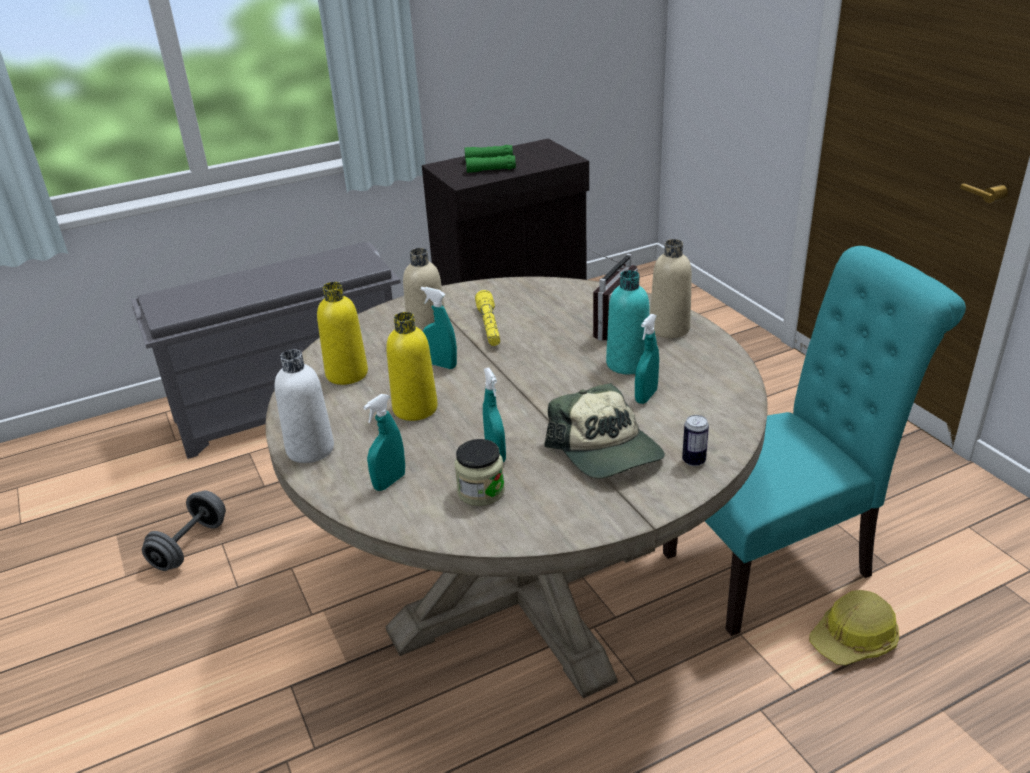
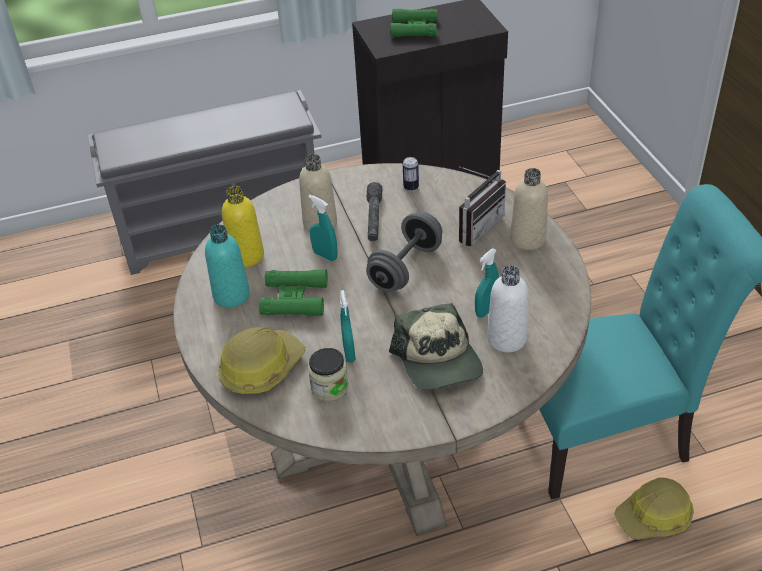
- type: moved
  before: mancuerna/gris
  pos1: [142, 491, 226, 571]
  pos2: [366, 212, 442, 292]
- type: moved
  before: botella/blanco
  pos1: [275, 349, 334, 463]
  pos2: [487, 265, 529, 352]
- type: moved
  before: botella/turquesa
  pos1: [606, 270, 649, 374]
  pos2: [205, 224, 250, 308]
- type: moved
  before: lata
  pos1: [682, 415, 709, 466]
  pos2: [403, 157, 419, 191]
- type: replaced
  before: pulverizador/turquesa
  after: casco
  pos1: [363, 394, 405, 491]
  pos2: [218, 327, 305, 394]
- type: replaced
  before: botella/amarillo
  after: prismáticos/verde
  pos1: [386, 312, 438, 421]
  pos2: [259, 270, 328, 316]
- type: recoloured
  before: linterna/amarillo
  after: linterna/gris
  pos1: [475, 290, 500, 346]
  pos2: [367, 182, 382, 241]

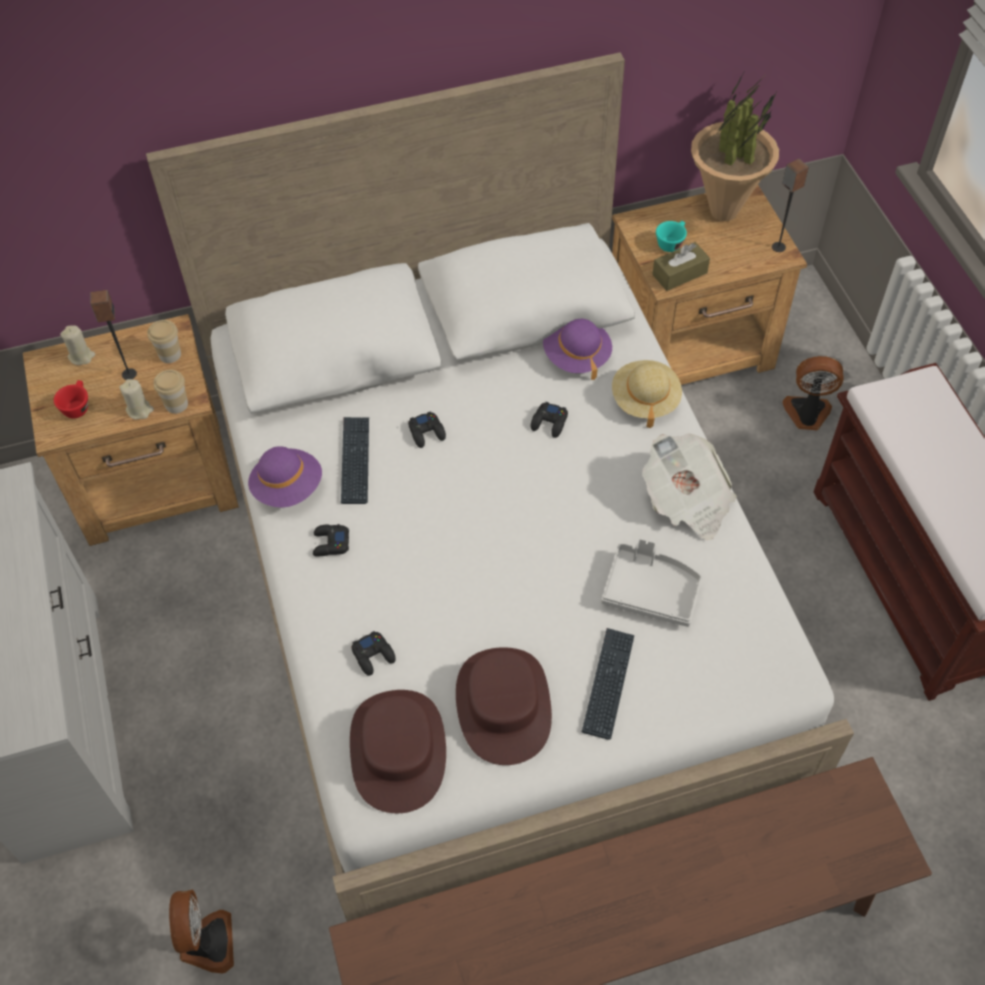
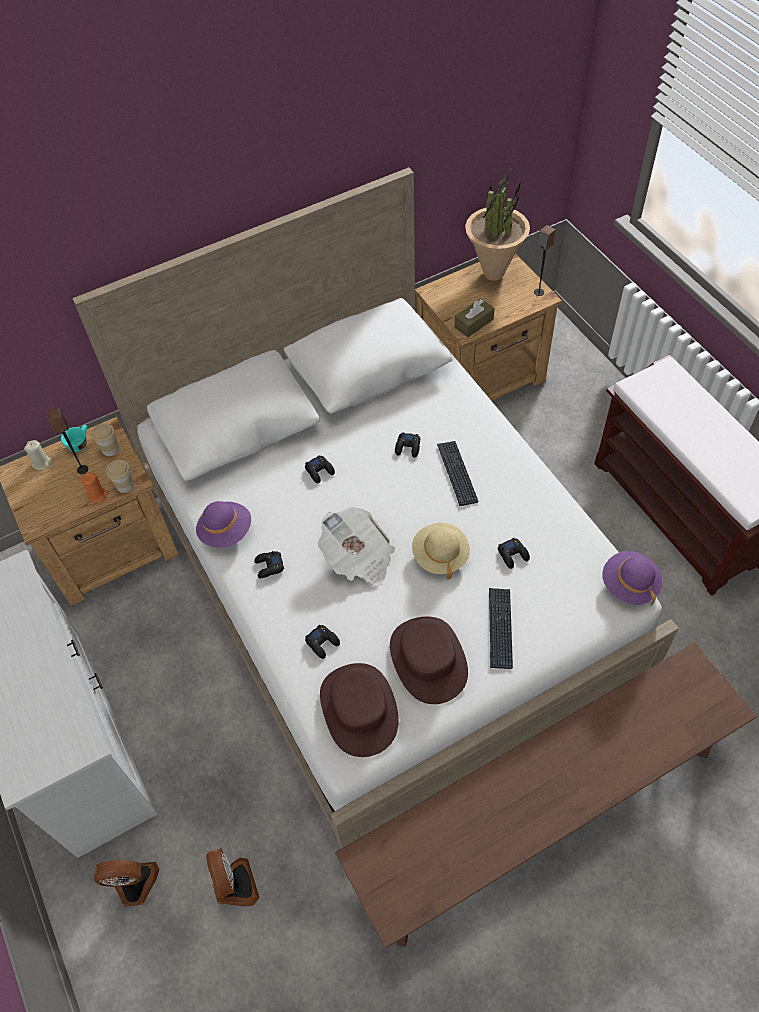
- type: removed
  before: taza/rojo
  pos1: [54, 380, 88, 418]
- type: moved
  before: teclado
  pos1: [341, 417, 369, 504]
  pos2: [437, 441, 479, 506]
- type: moved
  before: sombrero/morado
  pos1: [543, 319, 612, 380]
  pos2: [602, 551, 663, 606]
- type: moved
  before: sombrero/beis
  pos1: [612, 360, 682, 428]
  pos2: [412, 523, 470, 580]
- type: moved
  before: periódico
  pos1: [642, 433, 737, 540]
  pos2: [318, 507, 395, 587]
- type: moved
  before: taza/turquesa
  pos1: [656, 221, 687, 252]
  pos2: [61, 425, 87, 452]
- type: moved
  before: ventilador
  pos1: [782, 356, 844, 430]
  pos2: [94, 860, 159, 906]
- type: replaced
  before: bandeja/gris
  after: mando de consola/negro
  pos1: [601, 538, 702, 627]
  pos2: [498, 538, 530, 569]
- type: recoloured
  before: vela/beis
  after: vela/naranja
  pos1: [119, 379, 154, 420]
  pos2: [81, 473, 109, 503]

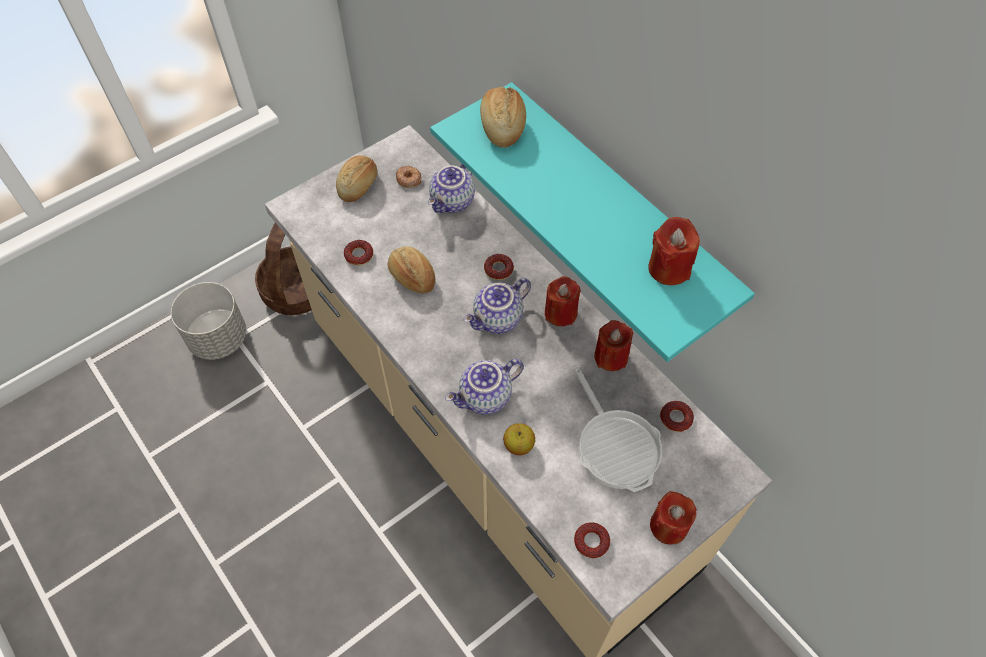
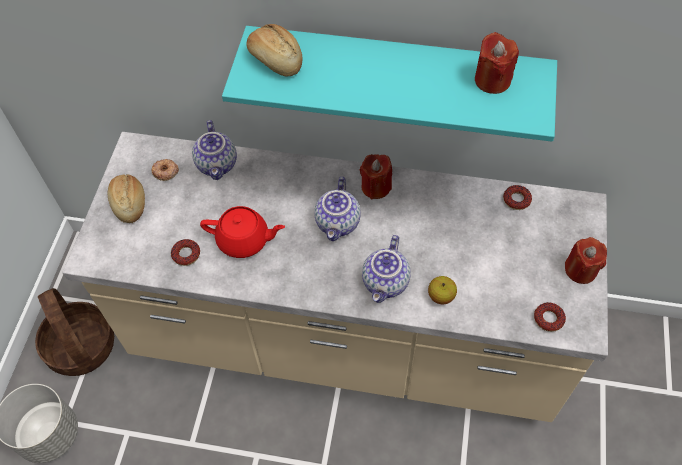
- type: removed
  before: rosquilla
  pos1: [484, 254, 514, 280]
- type: removed
  before: sartén
  pos1: [573, 367, 662, 492]
- type: removed
  before: vela/rojo
  pos1: [594, 320, 634, 371]
- type: replaced
  before: pan
  after: tetera/rojo
  pos1: [388, 247, 435, 293]
  pos2: [200, 206, 285, 258]

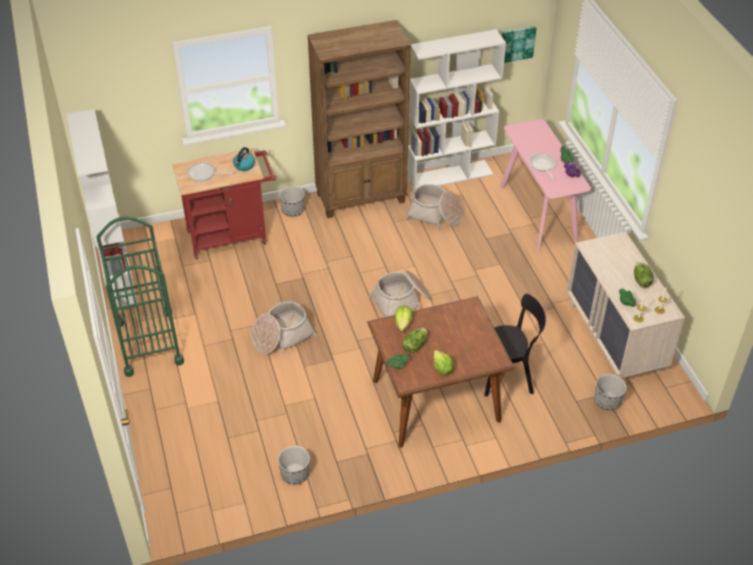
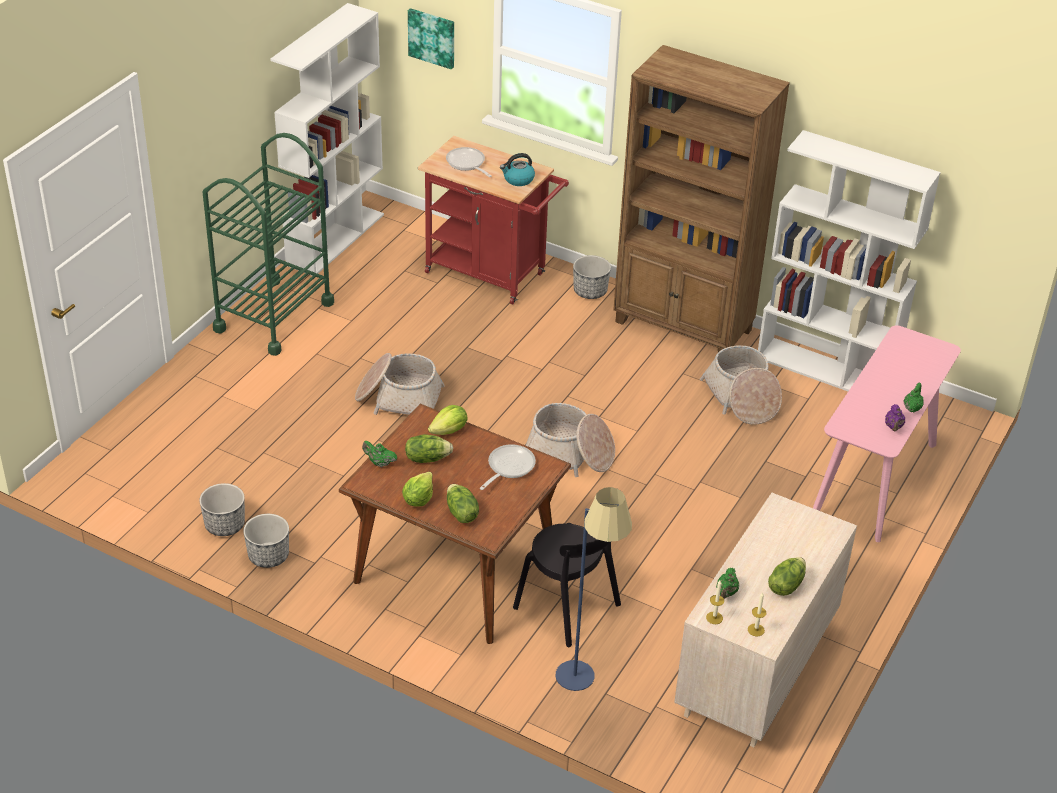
- type: added
  after: lechuga
  pos2: [447, 484, 479, 523]
- type: added
  after: lámpara de pie/azul
  pos2: [556, 487, 632, 691]
- type: moved
  before: cuadro
  pos1: [502, 26, 536, 63]
  pos2: [408, 8, 454, 69]
- type: moved
  before: sartén
  pos1: [529, 153, 556, 180]
  pos2: [480, 444, 536, 490]
- type: moved
  before: maceta
  pos1: [594, 374, 627, 410]
  pos2: [243, 514, 289, 568]

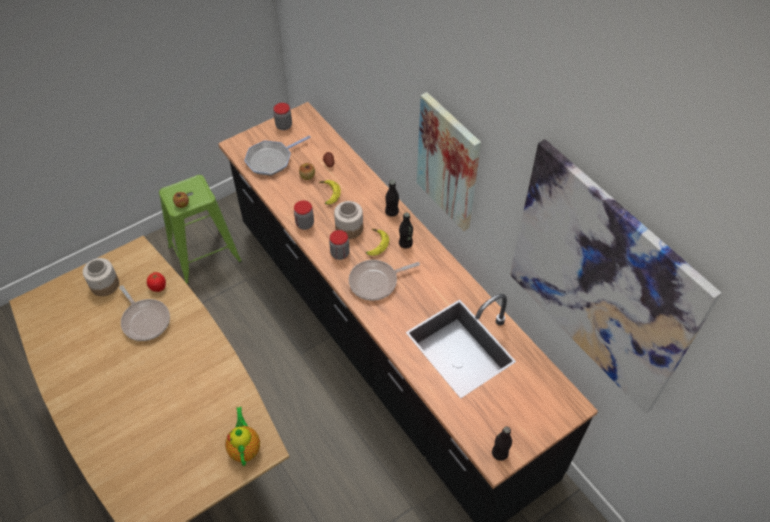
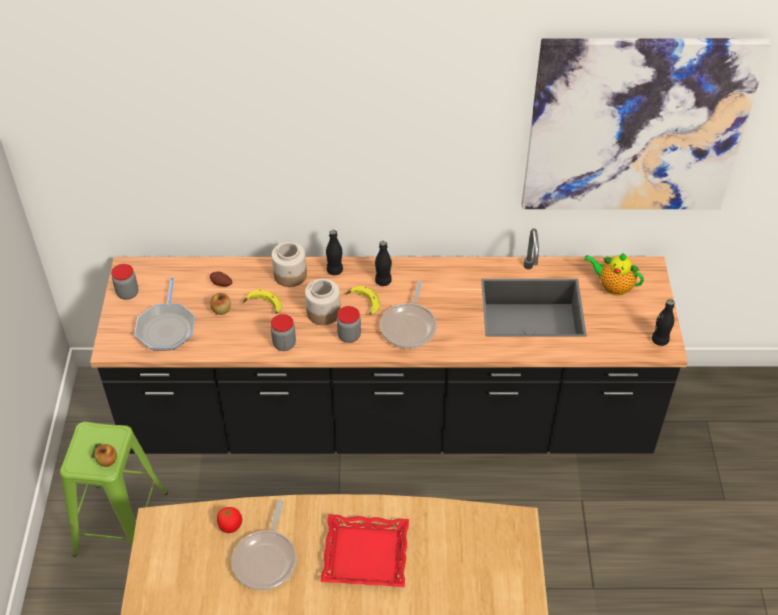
- type: removed
  before: cuadro
  pos1: [417, 92, 481, 231]
- type: added
  after: bandeja/rojo
  pos2: [320, 514, 409, 587]
- type: moved
  before: tarro
  pos1: [83, 258, 119, 296]
  pos2: [272, 242, 307, 287]
- type: moved
  before: tetera
  pos1: [225, 406, 260, 466]
  pos2: [584, 252, 644, 296]
- type: turned
  before: sartén
  pos1: [119, 285, 170, 341]
  pos2: [231, 500, 297, 590]
  turn: 105

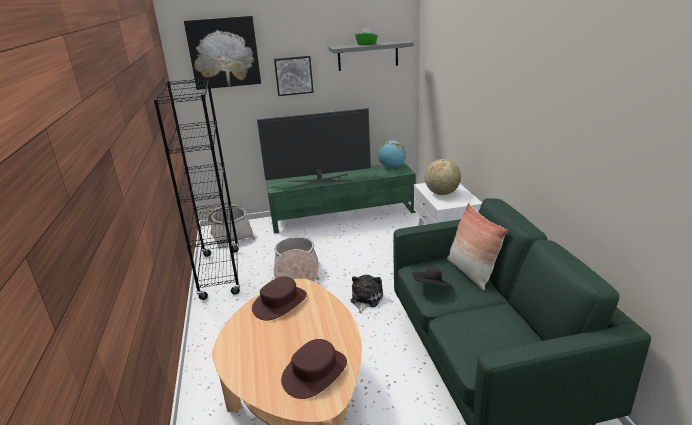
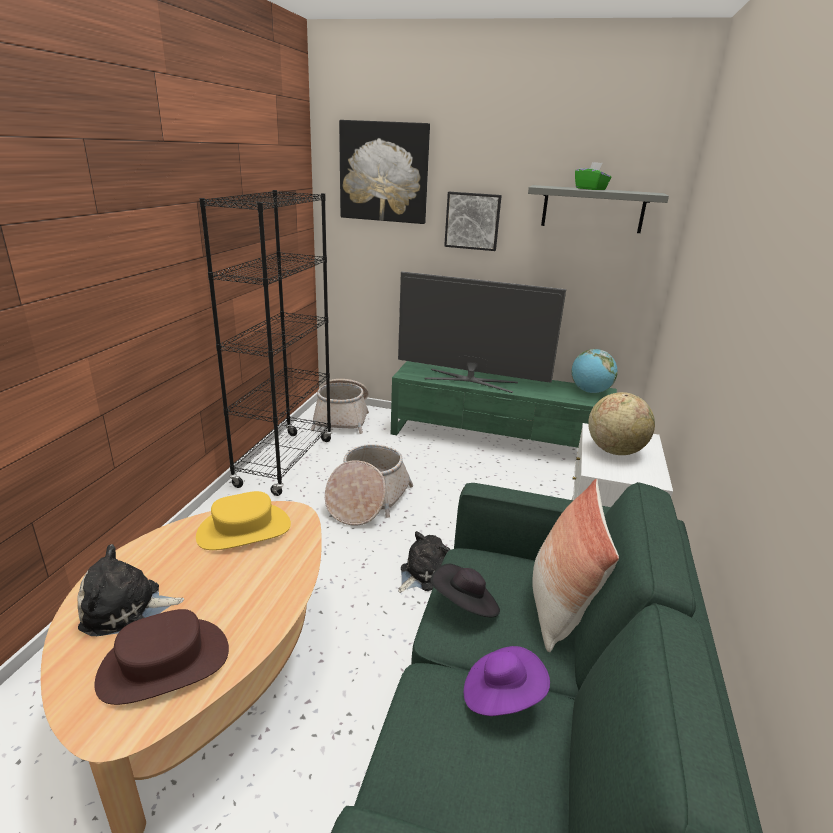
- type: added
  after: peluche
  pos2: [77, 544, 184, 636]
- type: added
  after: sombrero/morado
  pos2: [464, 646, 550, 716]
- type: recoloured
  before: sombrero/marrón
  after: sombrero/amarillo
  pos1: [252, 276, 307, 321]
  pos2: [196, 491, 291, 550]

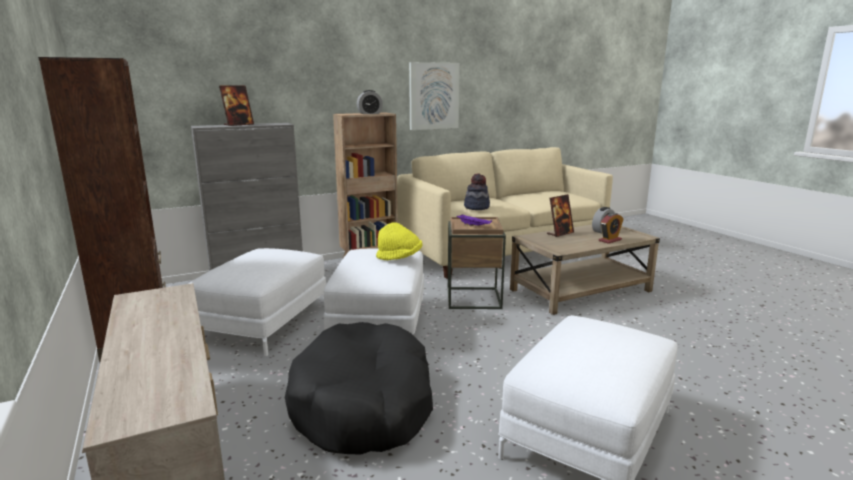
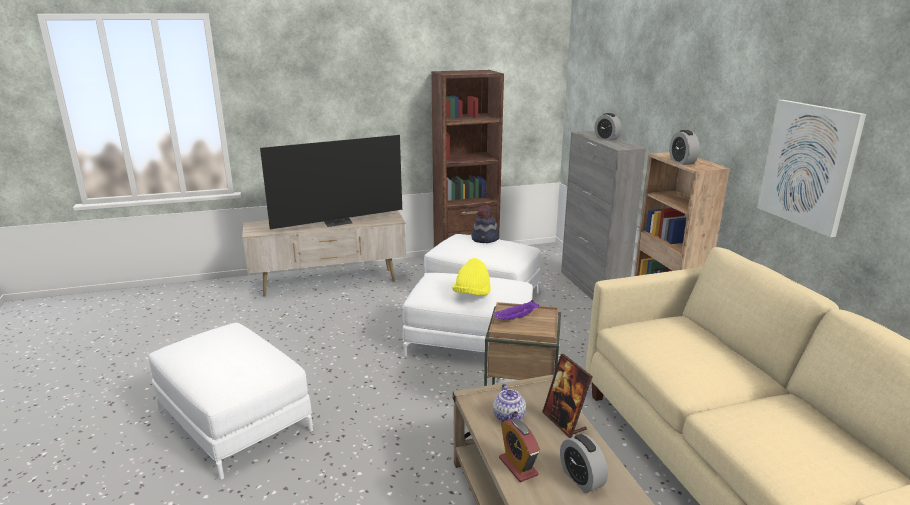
- type: removed
  before: cama para perro/negro
  pos1: [285, 322, 433, 455]
- type: added
  after: televisor
  pos2: [260, 135, 402, 229]
- type: added
  after: tetera
  pos2: [493, 384, 526, 422]
- type: moved
  before: sombrero
  pos1: [464, 173, 490, 210]
  pos2: [472, 205, 499, 243]
- type: replaced
  before: portarretratos
  after: despertador
  pos1: [219, 85, 254, 126]
  pos2: [595, 113, 622, 140]

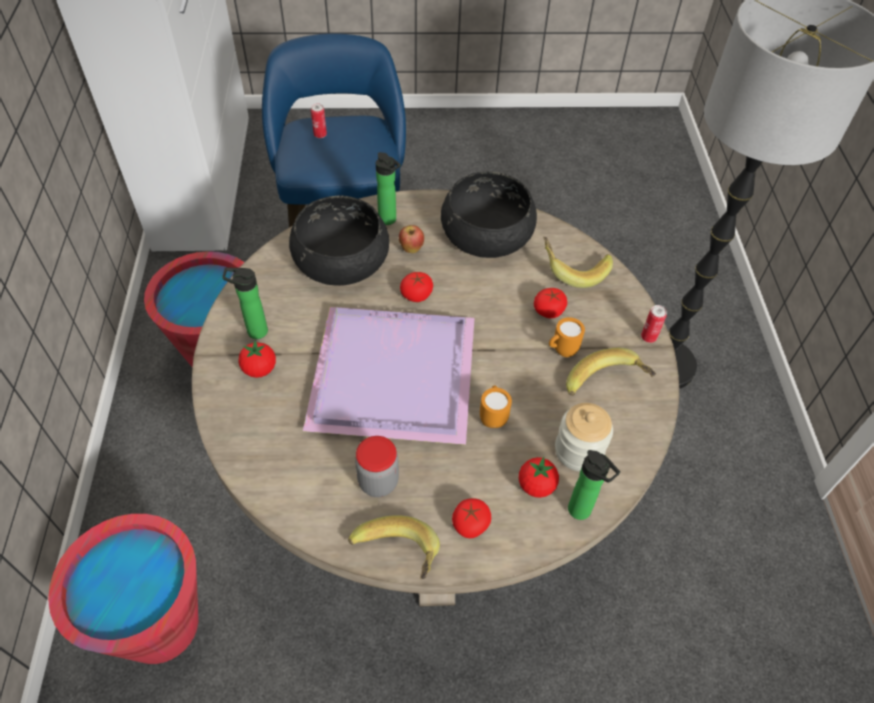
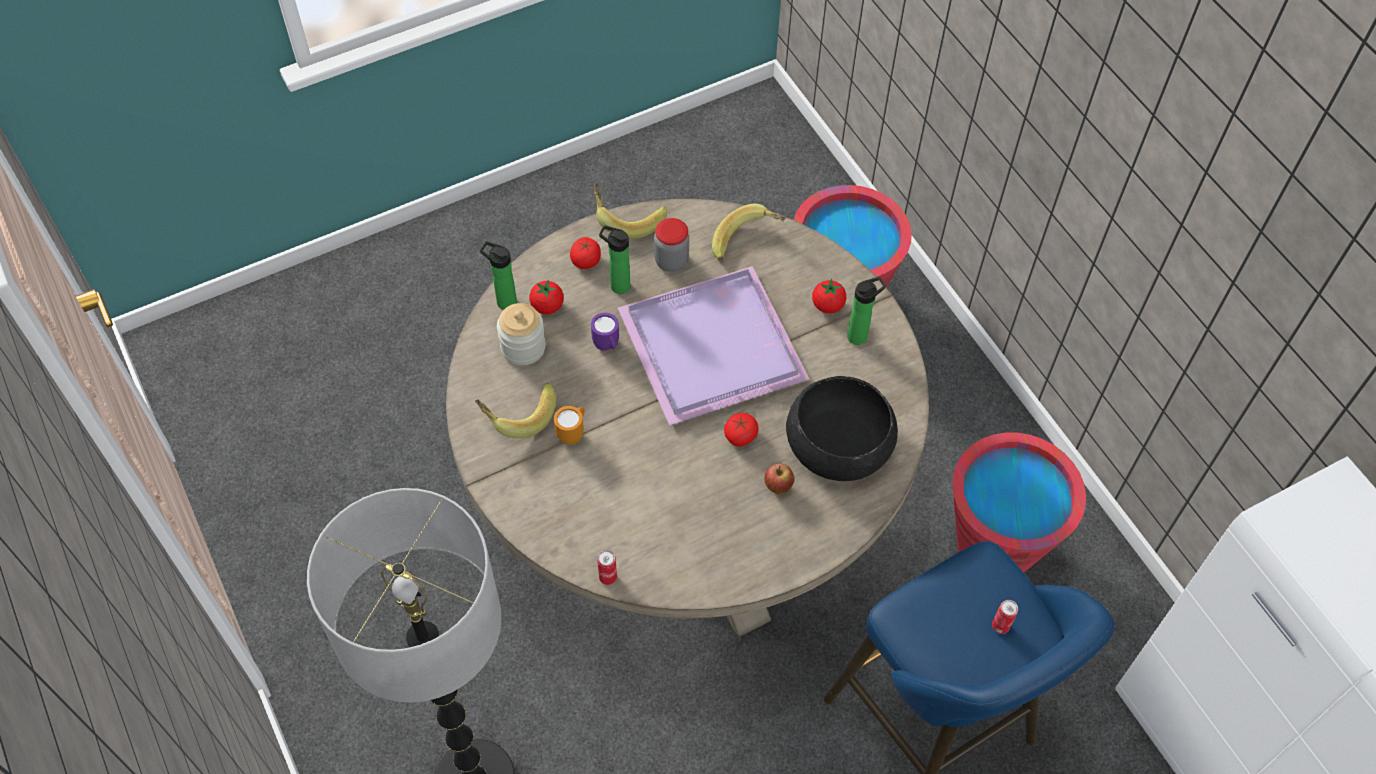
- type: removed
  before: cuenco/negro
  pos1: [441, 172, 537, 258]
- type: removed
  before: tomate
  pos1: [534, 288, 567, 318]
- type: moved
  before: botella
  pos1: [376, 152, 401, 225]
  pos2: [599, 225, 630, 294]
- type: moved
  before: plátano
  pos1: [543, 237, 613, 288]
  pos2: [712, 204, 785, 261]
- type: moved
  before: lata
  pos1: [641, 305, 667, 343]
  pos2: [597, 550, 617, 585]
- type: recoloured
  before: taza grande/naranja
  after: taza grande/morado
  pos1: [480, 385, 512, 428]
  pos2: [591, 313, 619, 350]

